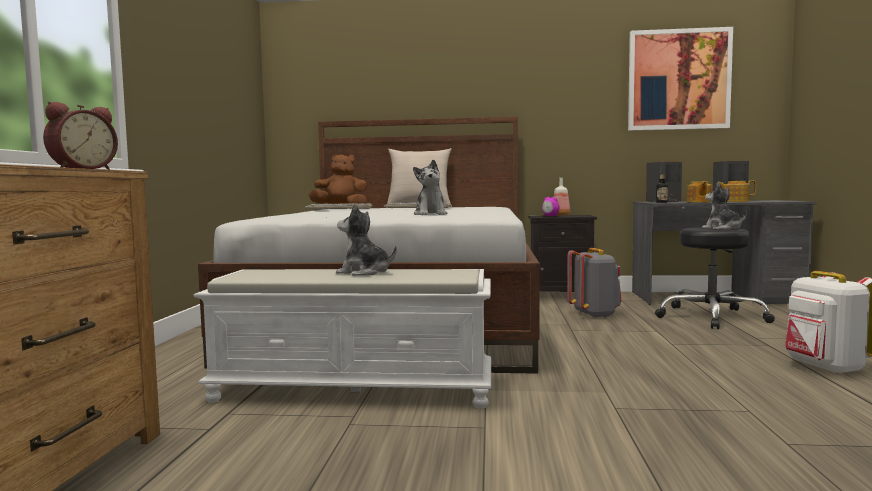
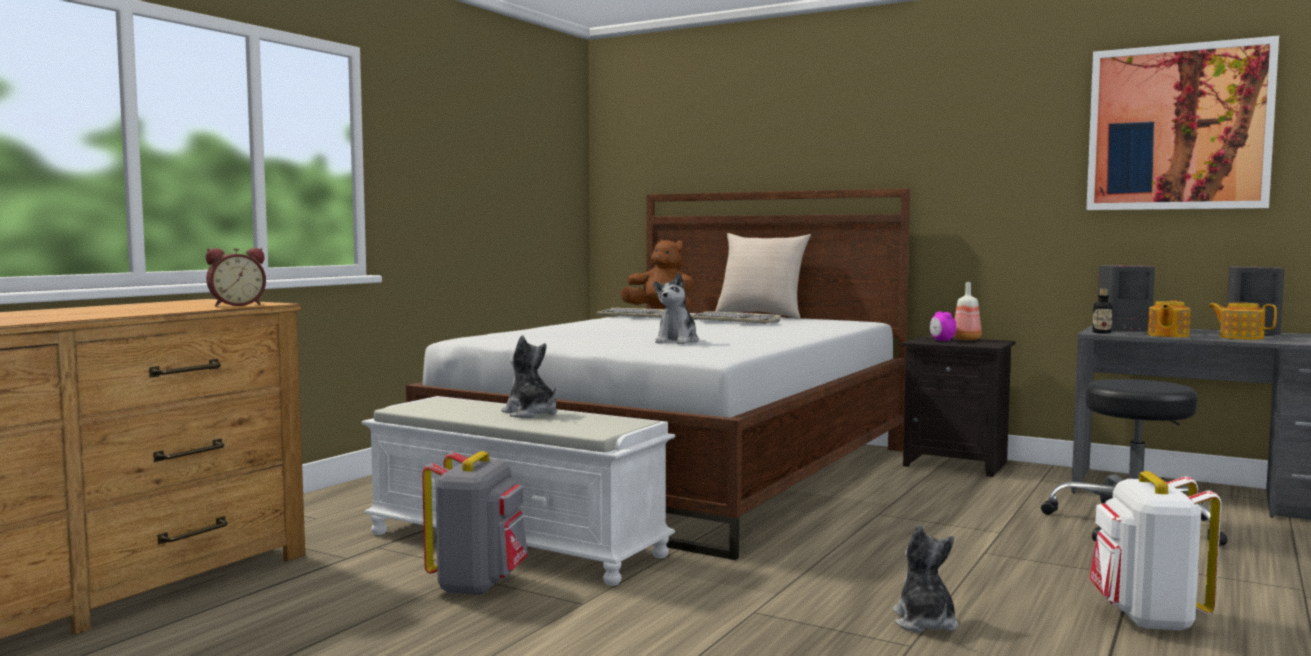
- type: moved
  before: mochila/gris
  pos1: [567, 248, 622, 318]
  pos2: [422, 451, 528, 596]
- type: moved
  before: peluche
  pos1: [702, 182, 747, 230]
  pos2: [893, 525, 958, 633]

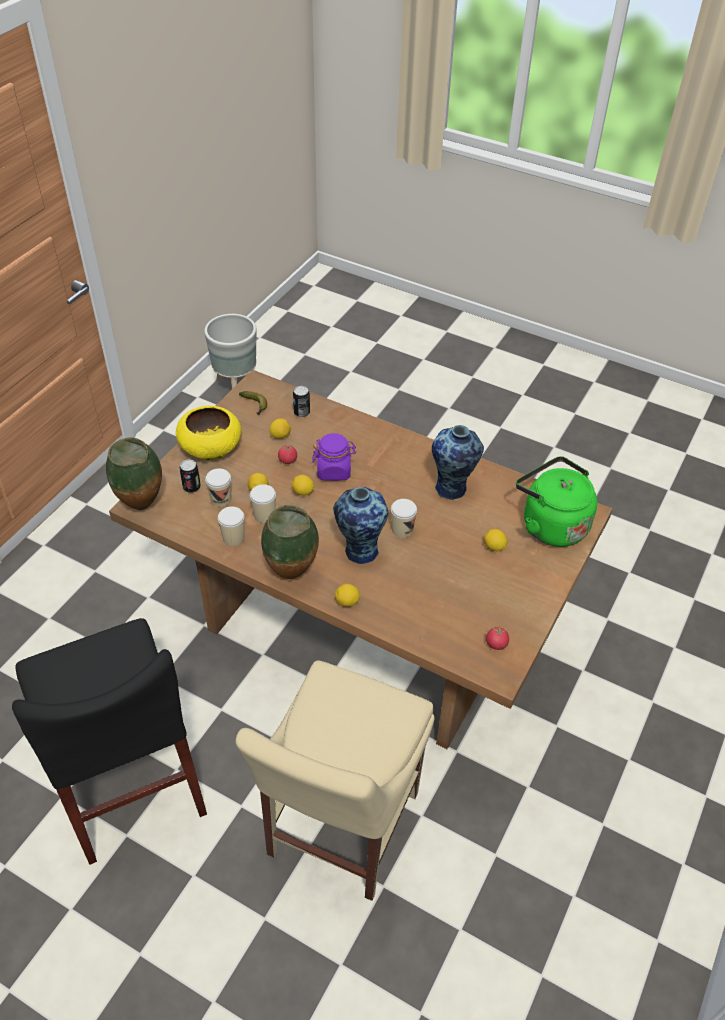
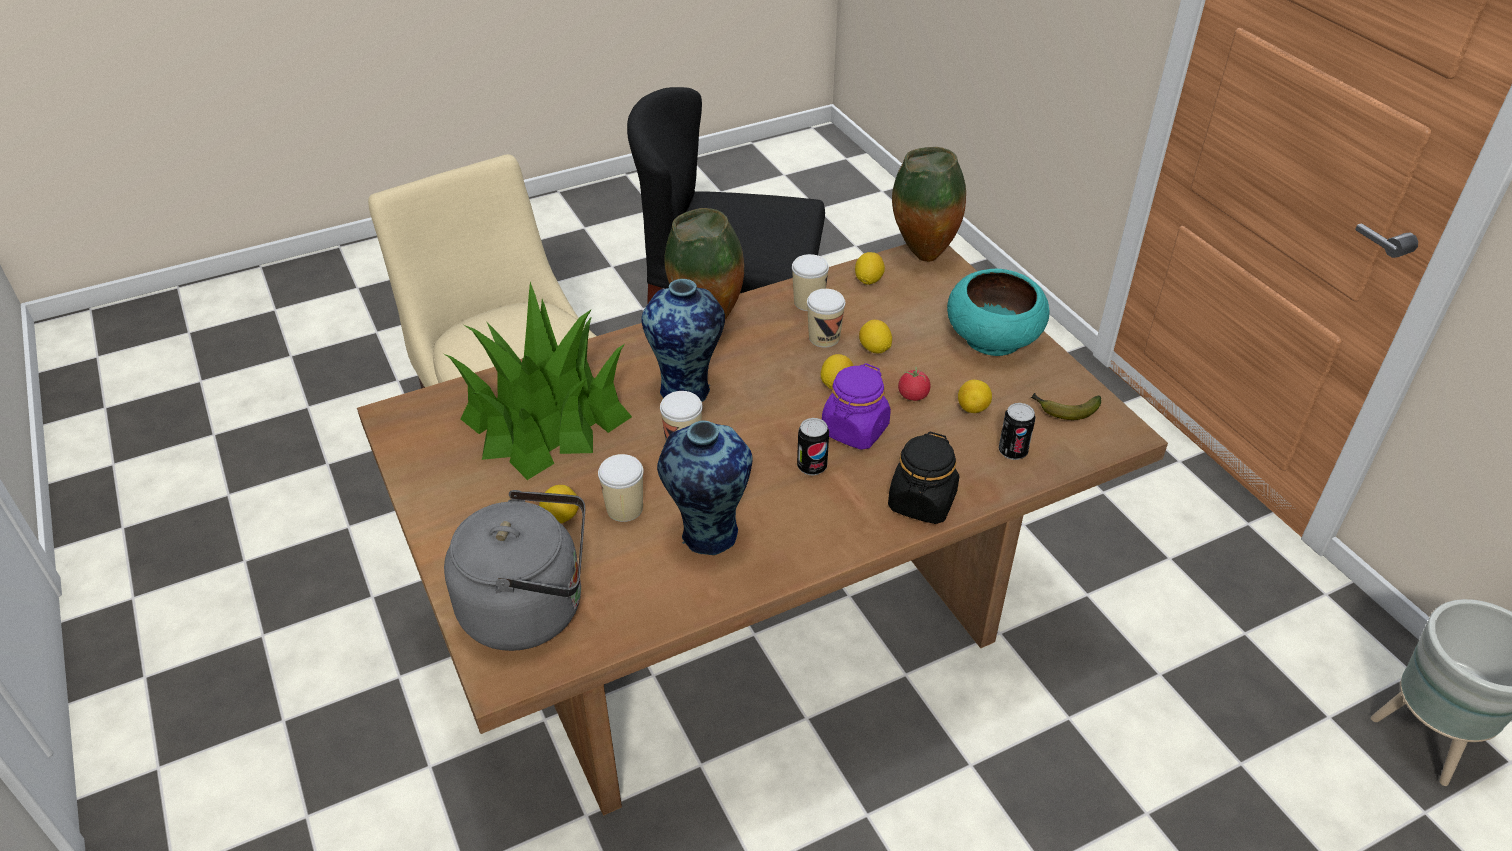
- type: removed
  before: tomate
  pos1: [486, 626, 509, 650]
- type: added
  after: planta en maceta
  pos2: [444, 282, 632, 480]
- type: added
  after: tarro/negro
  pos2: [888, 432, 959, 524]
- type: moved
  before: lata
  pos1: [180, 459, 201, 493]
  pos2: [797, 418, 829, 476]
- type: moved
  before: taza
  pos1: [205, 468, 231, 507]
  pos2: [598, 454, 644, 522]
- type: moved
  before: limón
  pos1: [335, 584, 360, 607]
  pos2: [855, 252, 885, 285]
- type: recoloured
  before: cuenco/amarillo
  after: cuenco/turquesa
  pos1: [176, 406, 242, 460]
  pos2: [947, 269, 1050, 356]
- type: recoloured
  before: hervidor/verde
  after: hervidor/gris
  pos1: [516, 456, 597, 547]
  pos2: [444, 490, 585, 651]

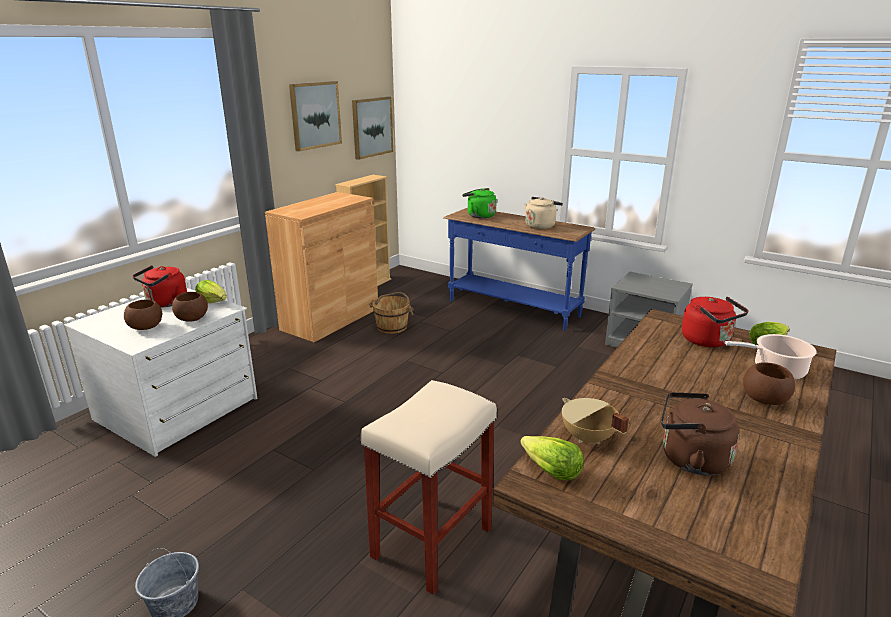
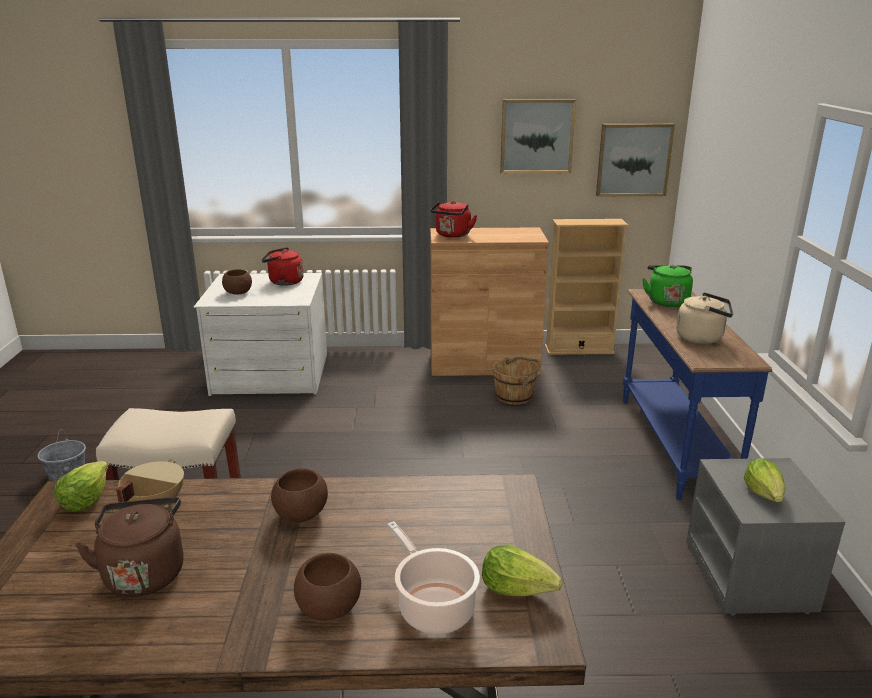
- type: moved
  before: cuenco/marrón
  pos1: [172, 292, 208, 321]
  pos2: [271, 468, 328, 522]
- type: moved
  before: lechuga
  pos1: [195, 280, 227, 303]
  pos2: [744, 458, 786, 502]
- type: moved
  before: hervidor/rojo
  pos1: [682, 297, 749, 347]
  pos2: [431, 201, 477, 238]

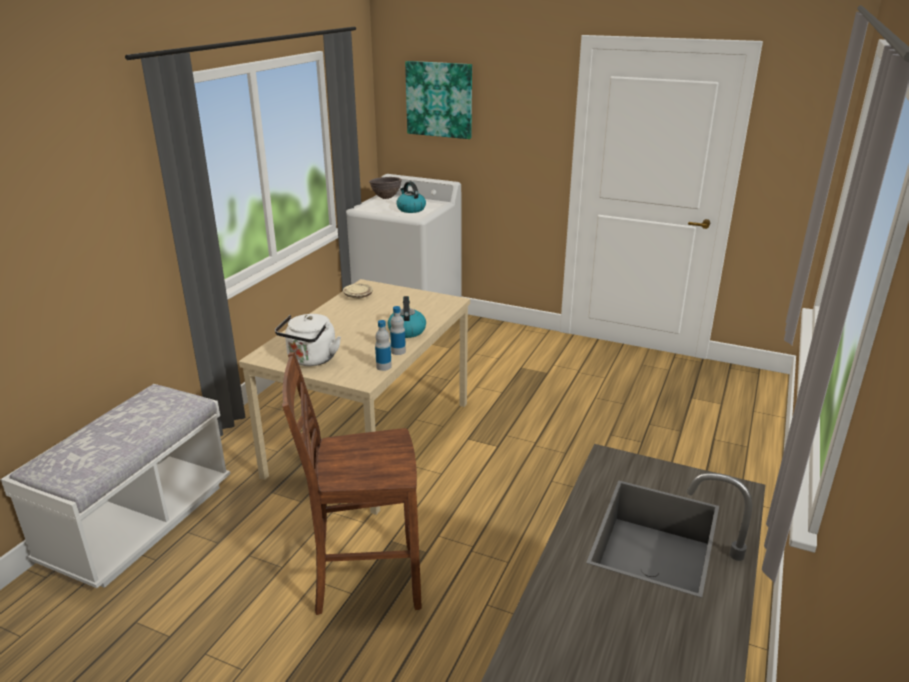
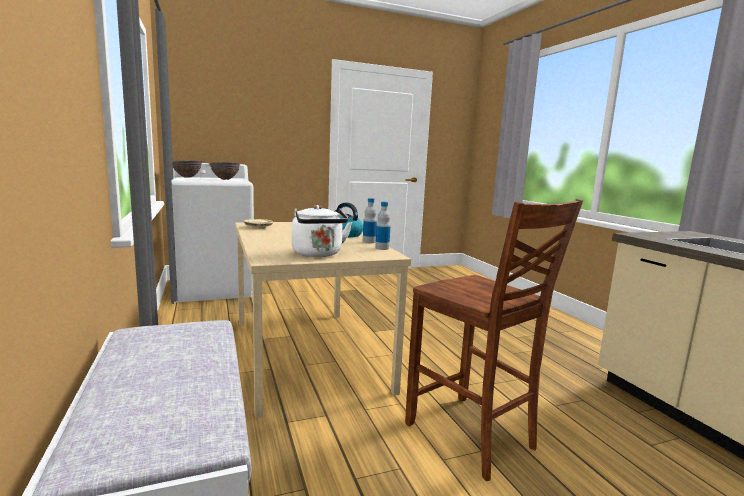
- type: removed
  before: cuadro
  pos1: [405, 61, 472, 139]
- type: replaced
  before: hervidor
  after: cuenco/marrón
  pos1: [396, 181, 426, 213]
  pos2: [209, 162, 240, 180]
- type: turned
  before: silla/marrón
  pos1: [282, 352, 422, 615]
  pos2: [405, 199, 583, 481]
  turn: -75

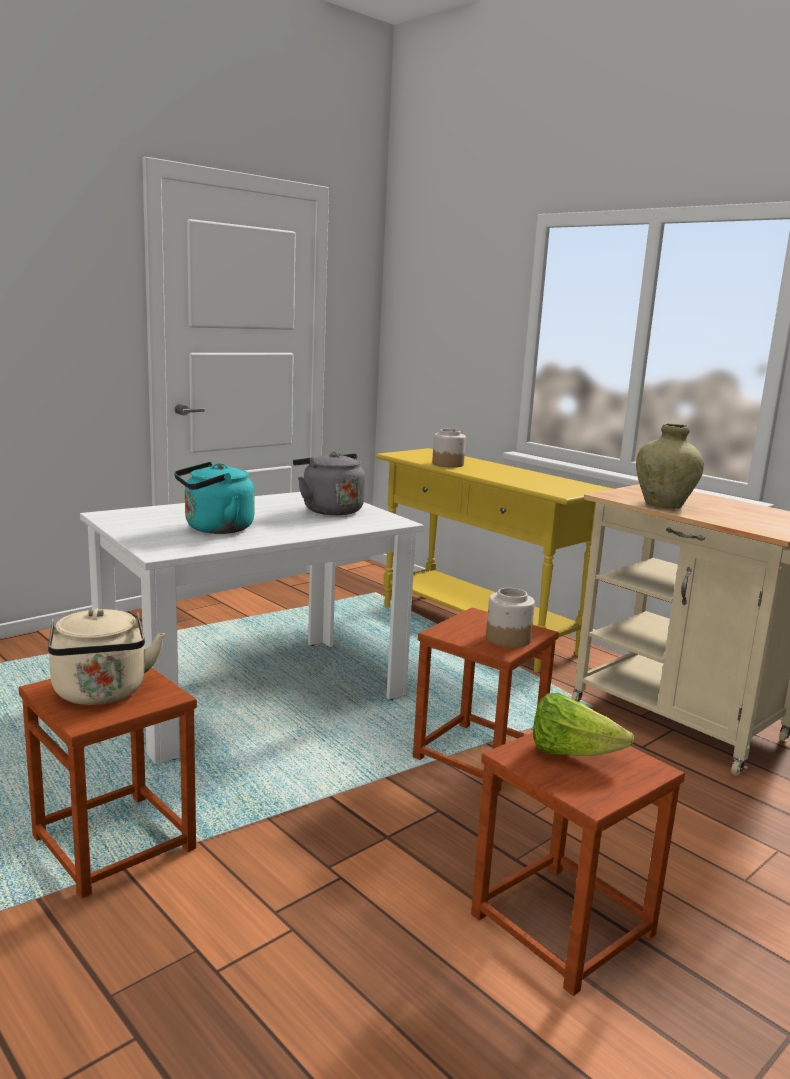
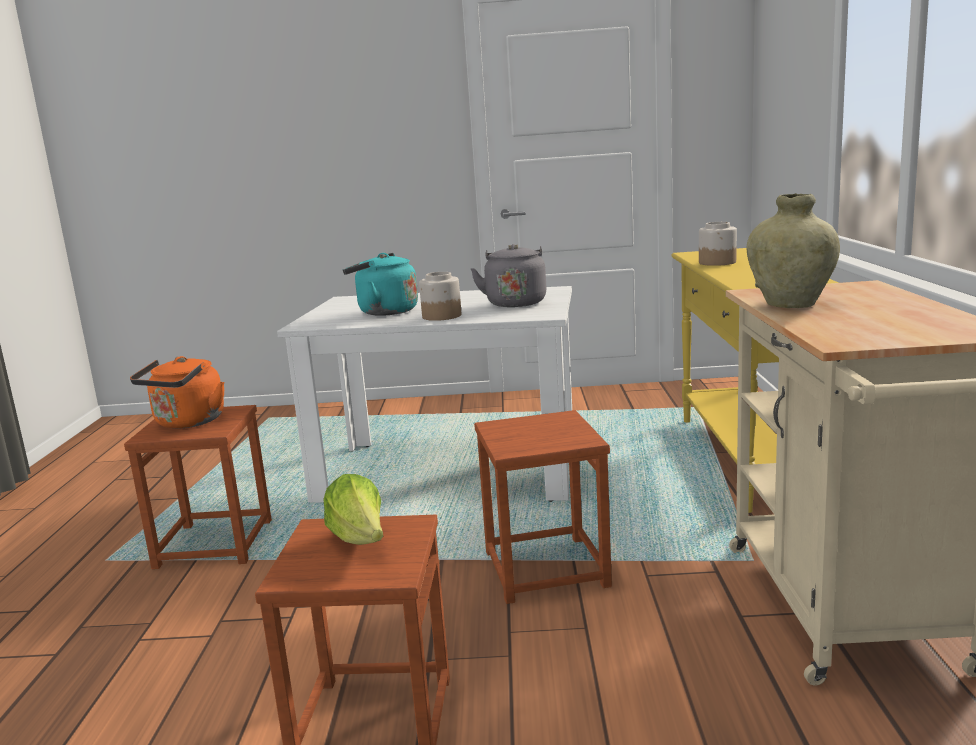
- type: moved
  before: tarro
  pos1: [486, 588, 535, 648]
  pos2: [419, 272, 461, 321]
- type: recoloured
  before: hervidor/beis
  after: hervidor/naranja
  pos1: [48, 609, 165, 705]
  pos2: [130, 356, 224, 428]

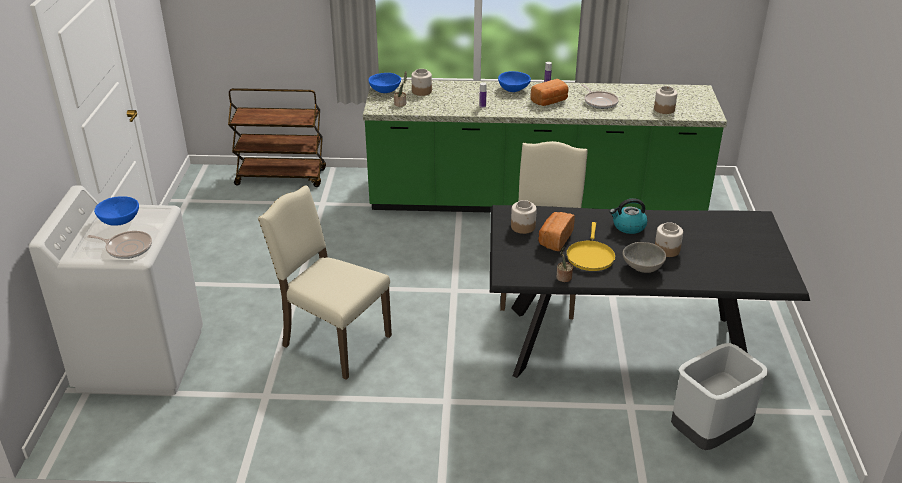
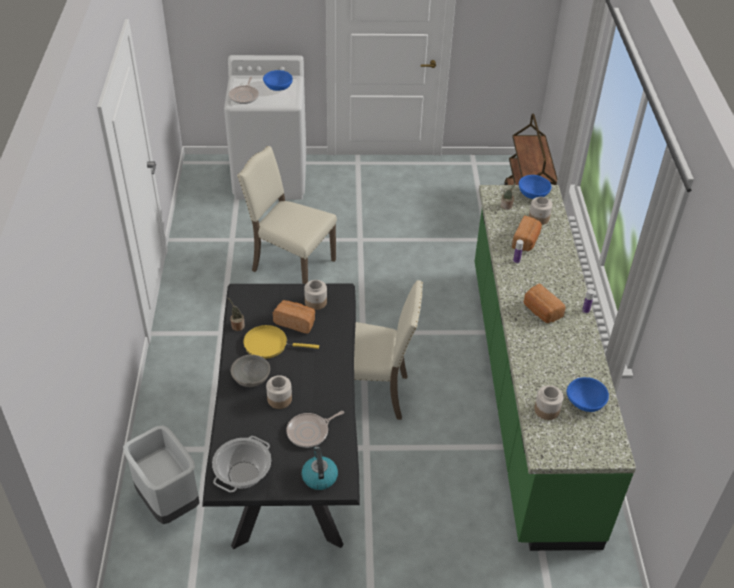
- type: added
  after: olla
  pos2: [212, 436, 271, 493]
- type: added
  after: pan
  pos2: [512, 215, 542, 251]
- type: moved
  before: cuenco/azul
  pos1: [498, 71, 531, 92]
  pos2: [567, 377, 609, 412]
- type: moved
  before: sartén
  pos1: [582, 84, 619, 109]
  pos2: [287, 411, 344, 448]
- type: moved
  before: hervidor
  pos1: [610, 198, 648, 234]
  pos2: [302, 447, 338, 490]
- type: turned
  before: silla/beis
  pos1: [258, 186, 392, 380]
  pos2: [237, 146, 337, 284]
  turn: -90

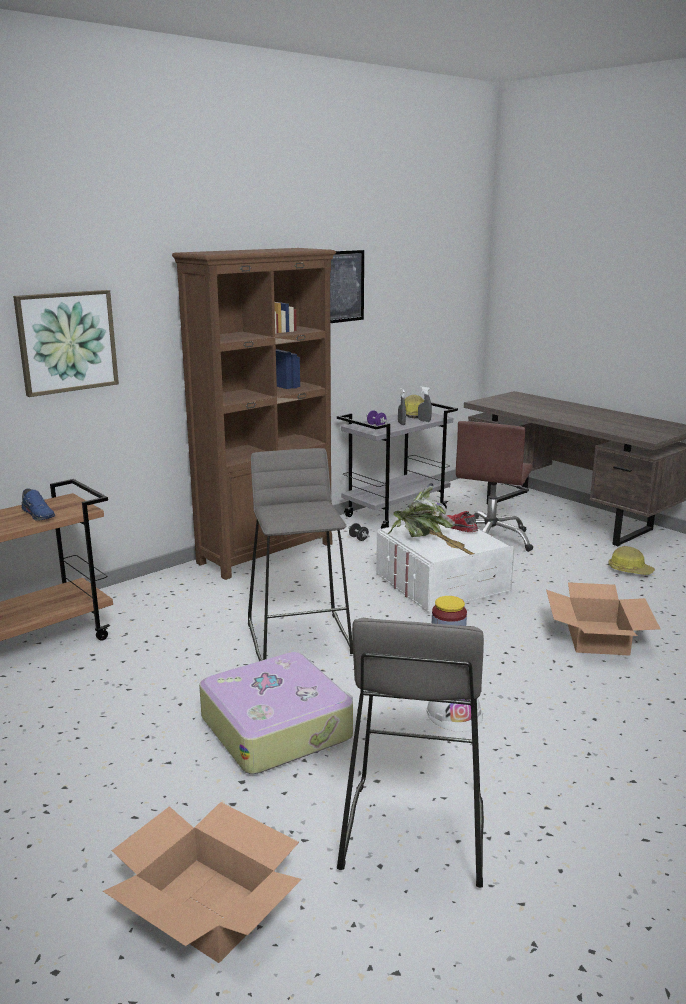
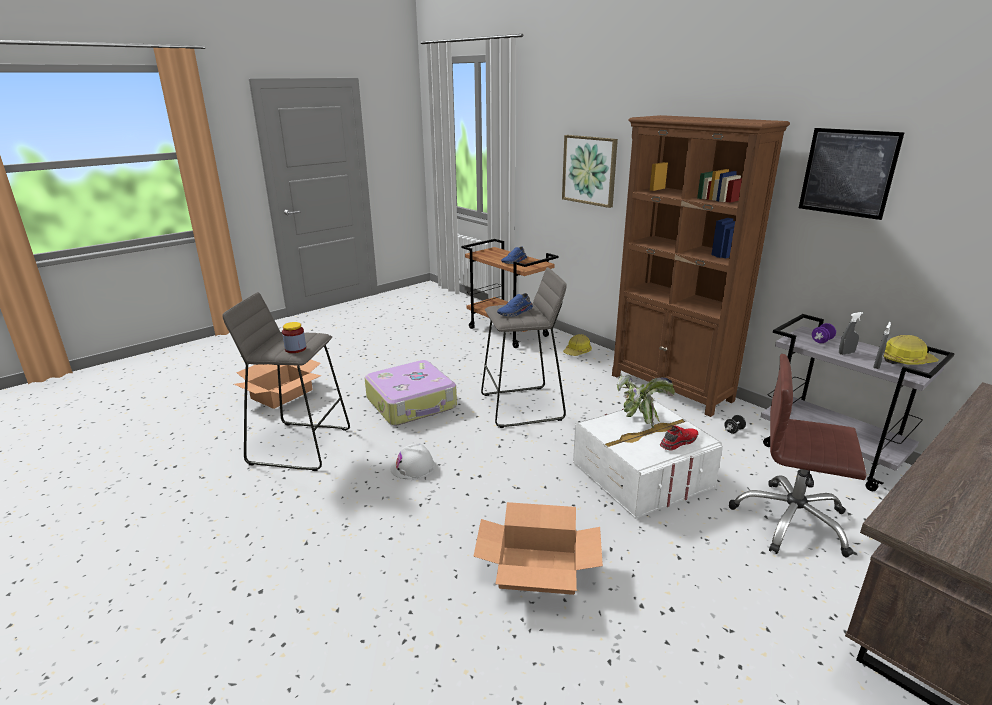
- type: added
  after: zapato/azul
  pos2: [497, 293, 533, 317]
- type: moved
  before: casco
  pos1: [608, 546, 655, 575]
  pos2: [563, 334, 592, 356]

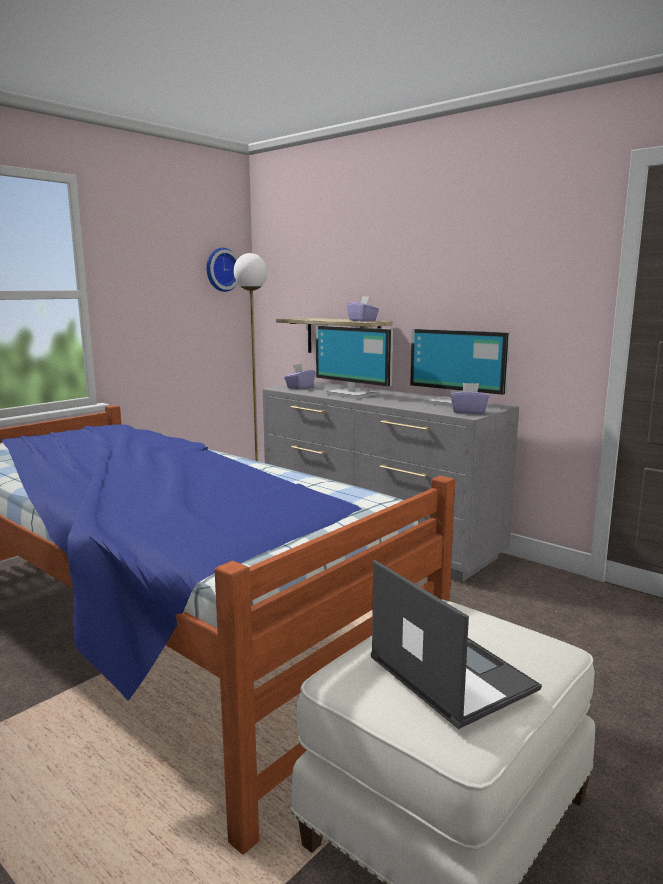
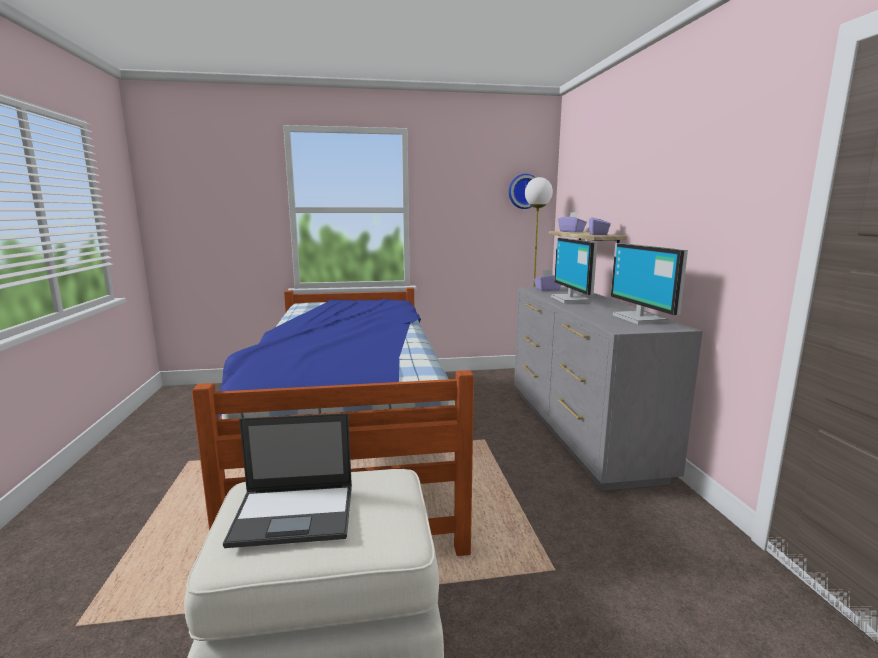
- type: moved
  before: caja de pañuelos/morado
  pos1: [450, 383, 489, 414]
  pos2: [558, 212, 587, 232]
- type: turned
  before: portátil
  pos1: [371, 560, 542, 729]
  pos2: [223, 413, 352, 548]
  turn: 75

